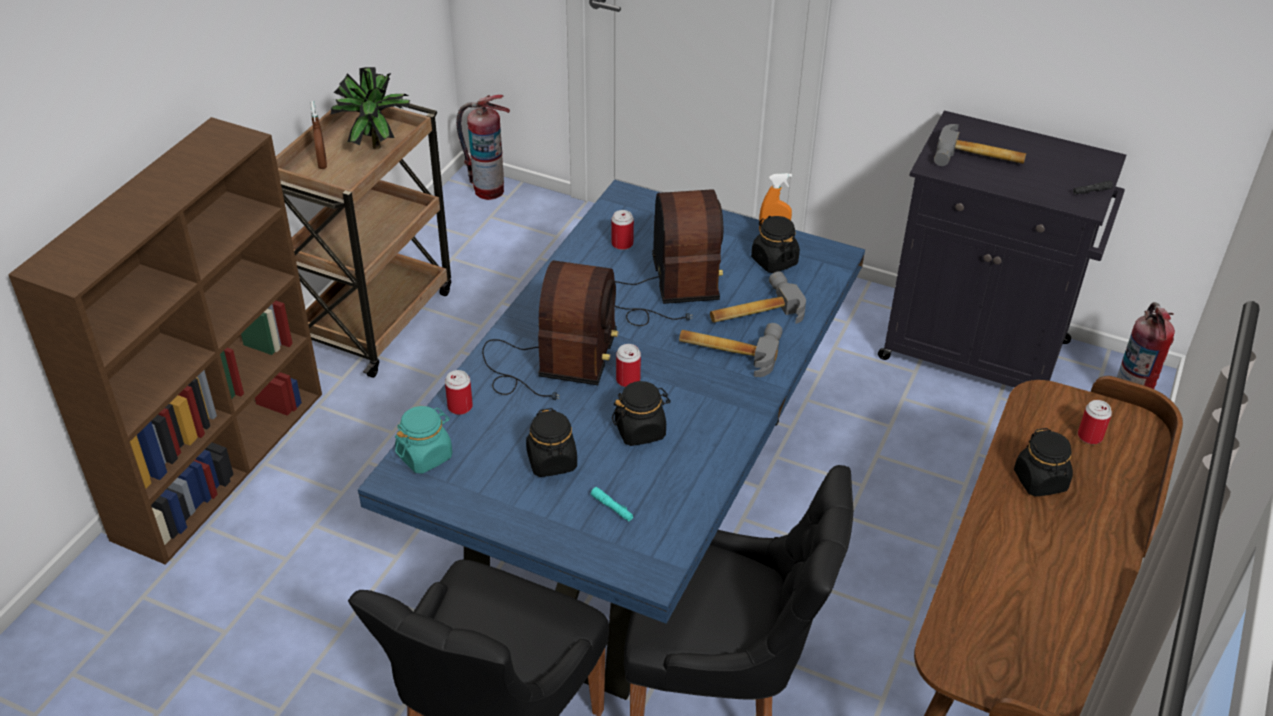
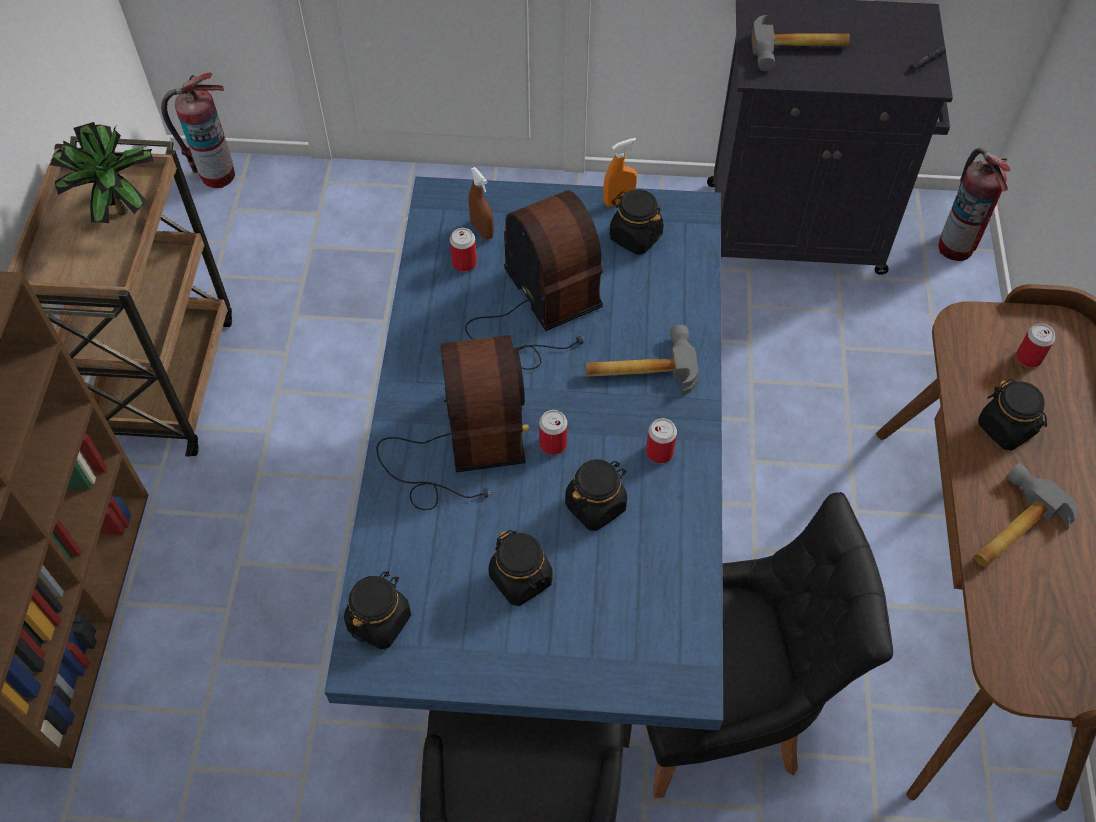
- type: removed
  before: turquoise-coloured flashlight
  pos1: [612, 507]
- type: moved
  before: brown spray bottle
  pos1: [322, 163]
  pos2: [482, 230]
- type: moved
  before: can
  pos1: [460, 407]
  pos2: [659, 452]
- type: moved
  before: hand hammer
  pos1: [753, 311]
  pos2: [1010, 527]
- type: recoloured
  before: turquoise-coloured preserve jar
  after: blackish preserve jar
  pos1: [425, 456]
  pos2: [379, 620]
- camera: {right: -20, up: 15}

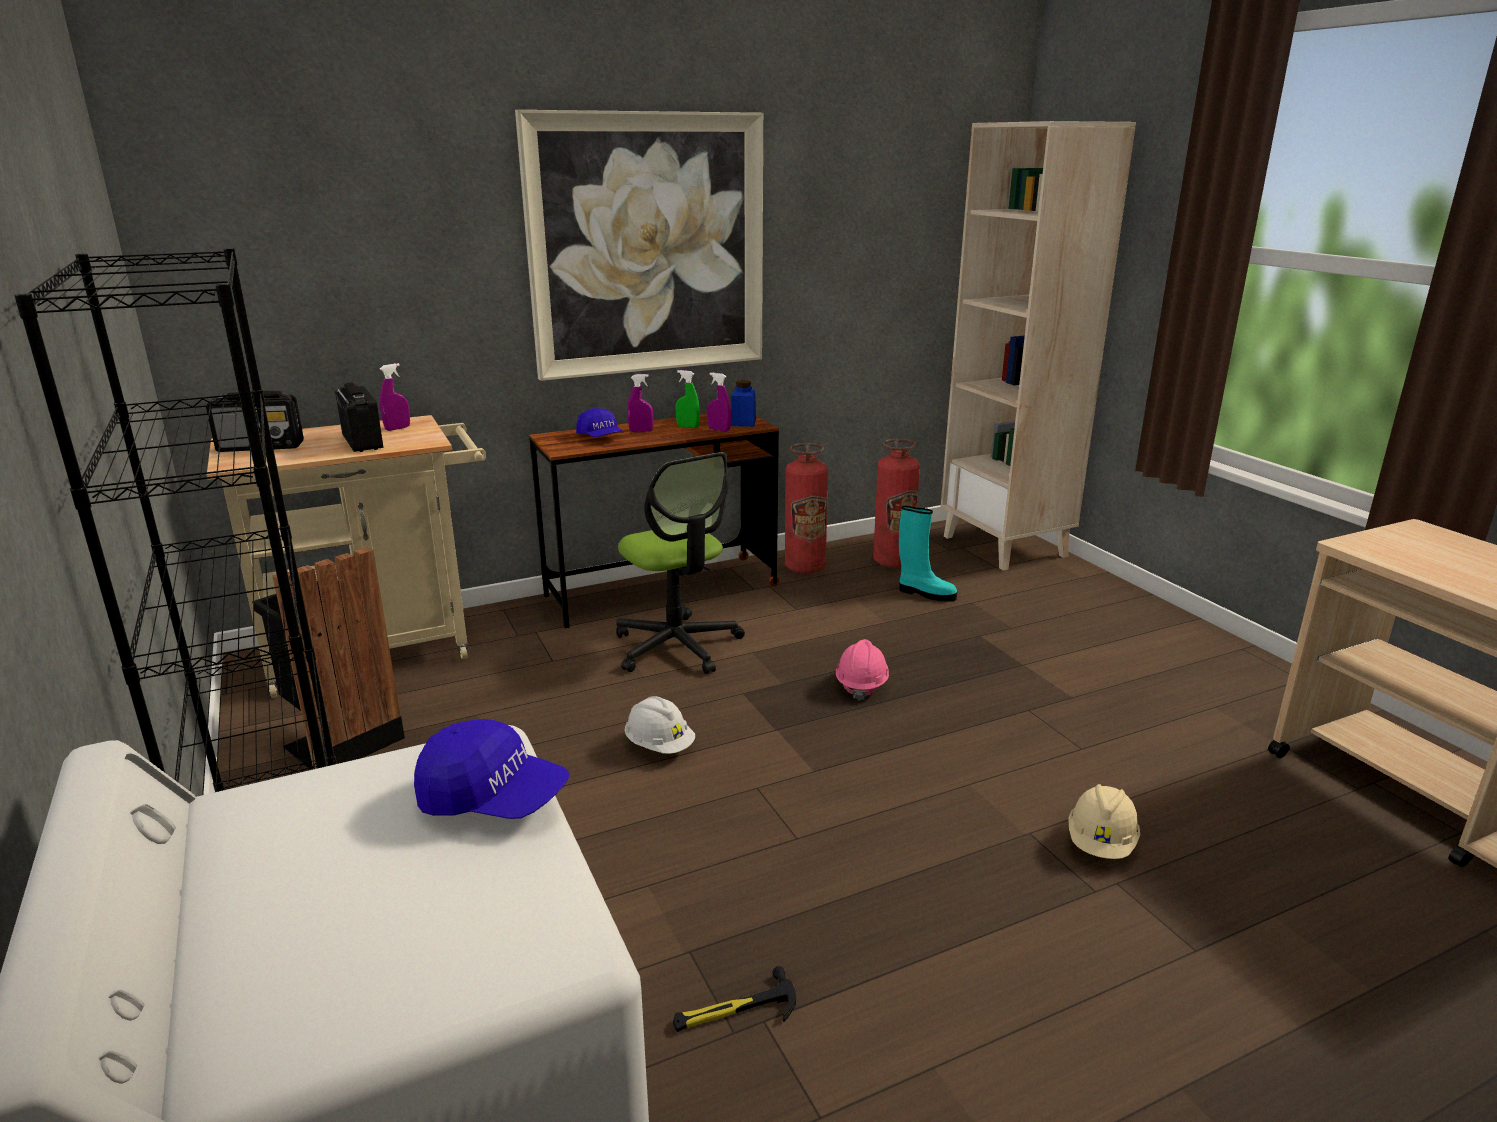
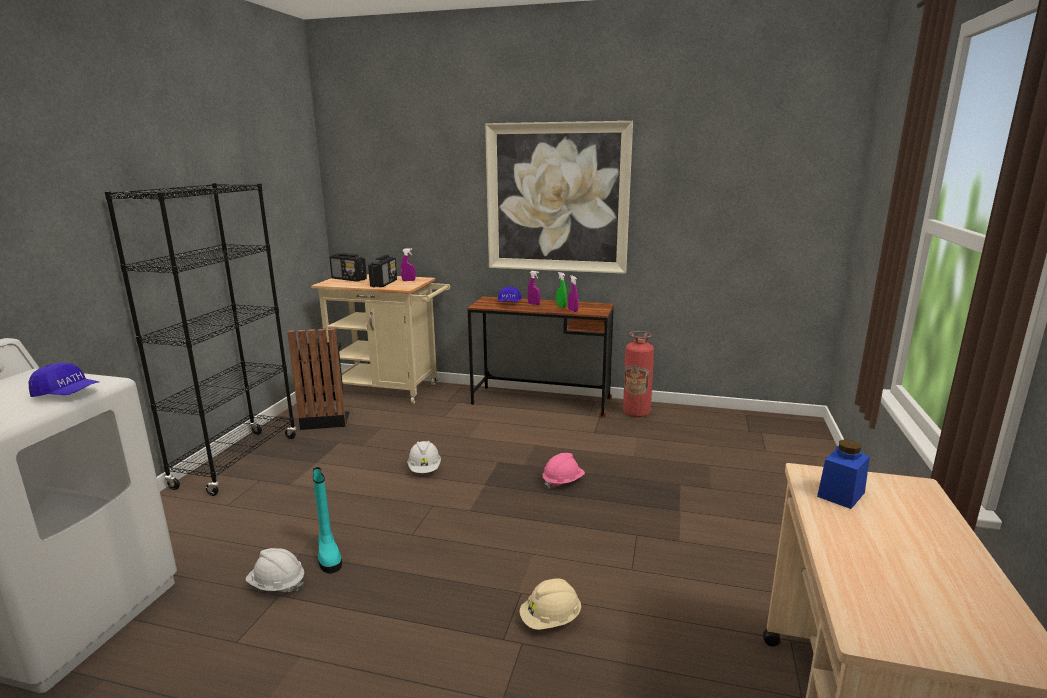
- type: removed
  before: computer chair
  pos1: [677, 646]
- type: removed
  before: extinguisher
  pos1: [893, 561]
- type: removed
  before: beige-coloured shelving unit
  pos1: [1005, 546]
- type: moved
  before: blue-coloured preserve jar
  pos1: [743, 422]
  pos2: [841, 494]
- type: moved
  before: turquoise-coloured boot
  pos1: [925, 593]
  pos2: [328, 555]
- type: replaced
  before: hand hammer
  after: white safety helmet
  pos1: [735, 1011]
  pos2: [277, 585]
- type: turned
  before: blue-coloured baseball cap
  pos1: [493, 799]
  pos2: [67, 394]
  turn: -45
- camera: {right: 40, up: -5}

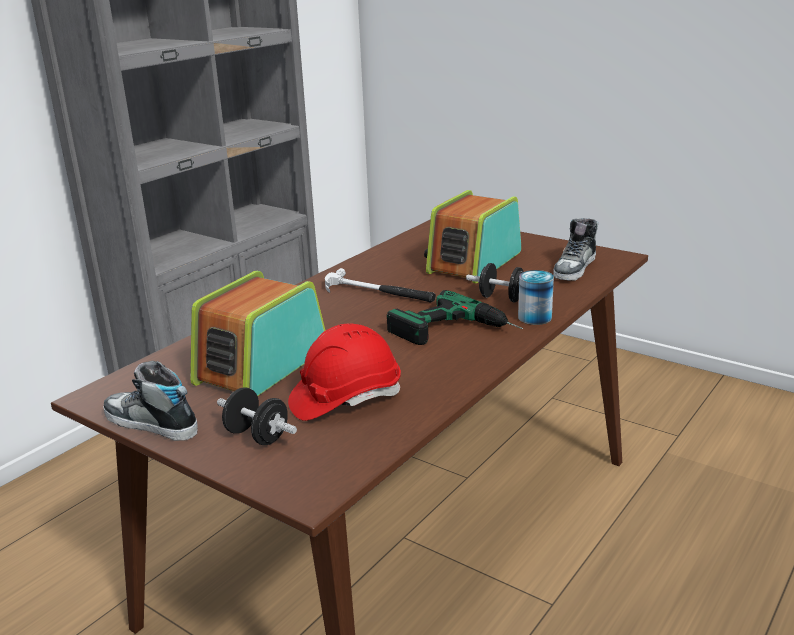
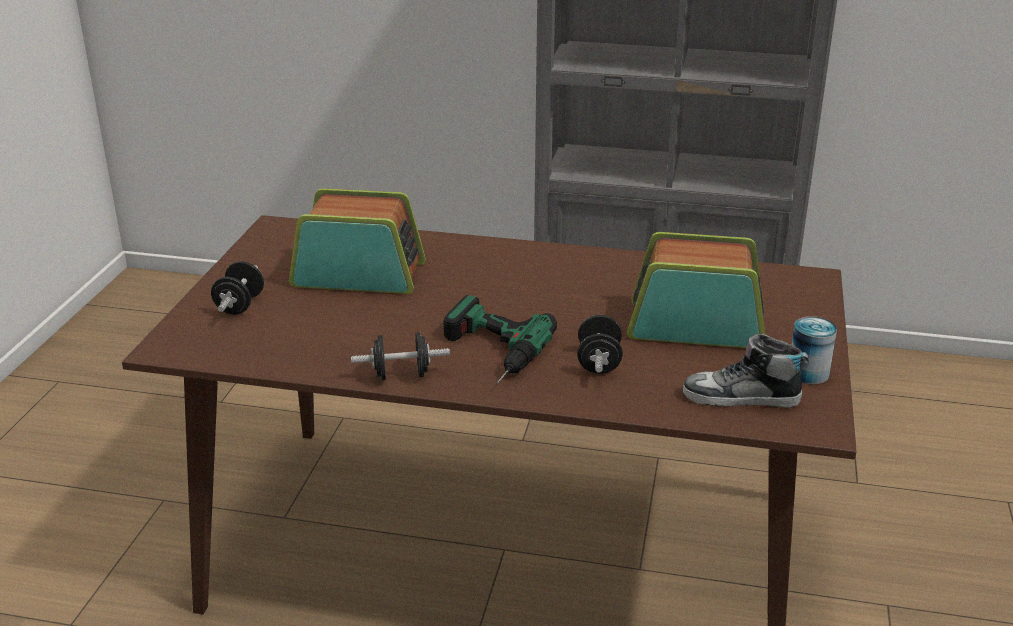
- type: removed
  before: shoe
  pos1: [151, 423]
- type: removed
  before: reddish safety helmet
  pos1: [345, 398]
- type: removed
  before: hand hammer
  pos1: [378, 292]
- type: added
  after: blackish dumbbell
  pos2: [401, 375]
- type: moved
  before: can
  pos1: [534, 317]
  pos2: [808, 373]
- camera: {right: 65, up: 5}

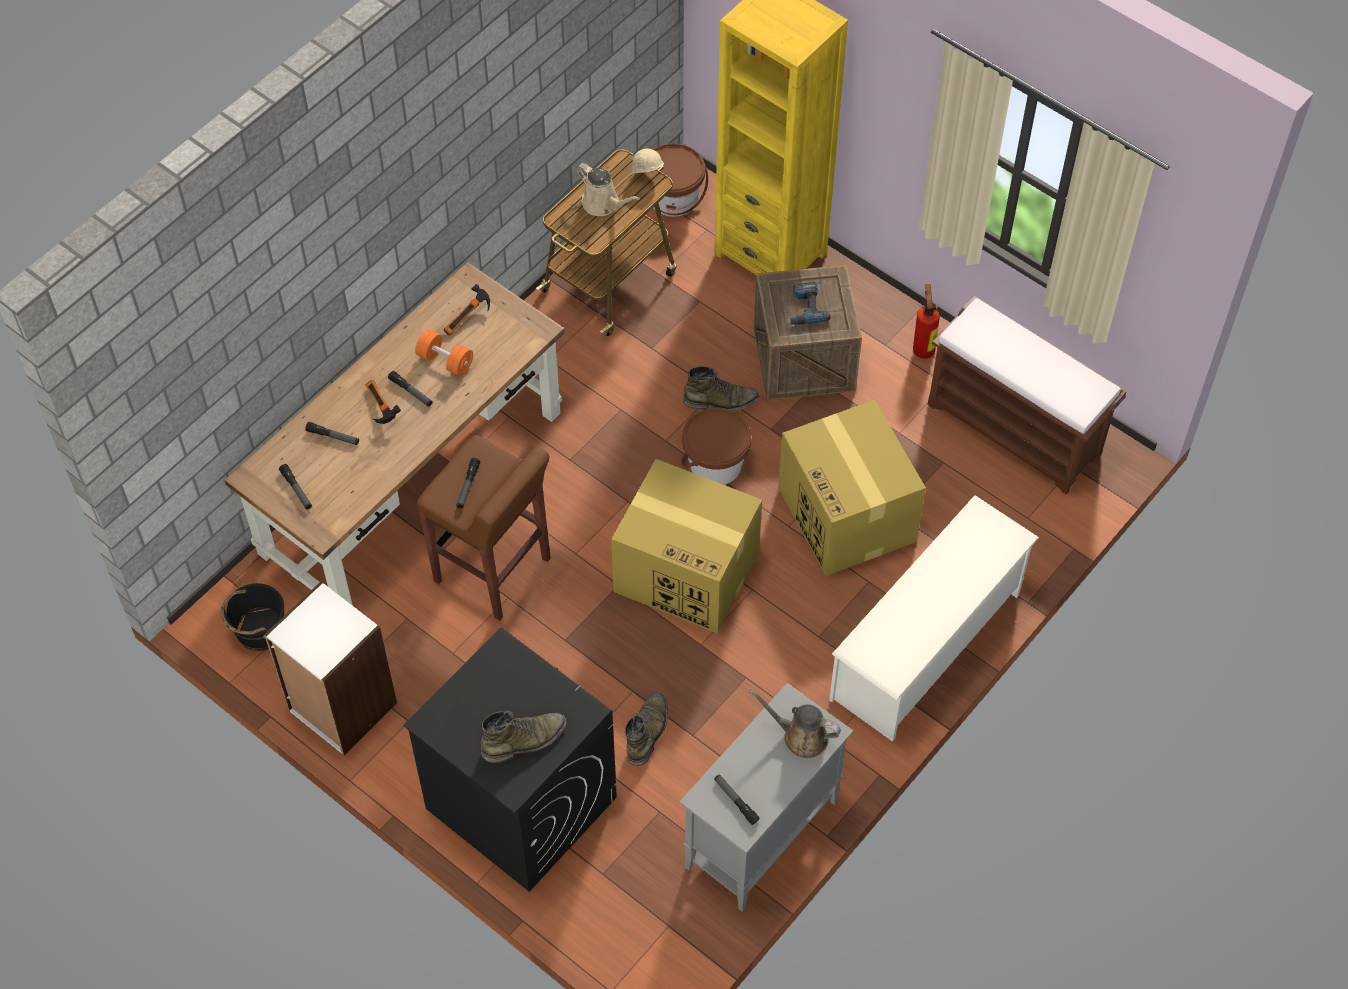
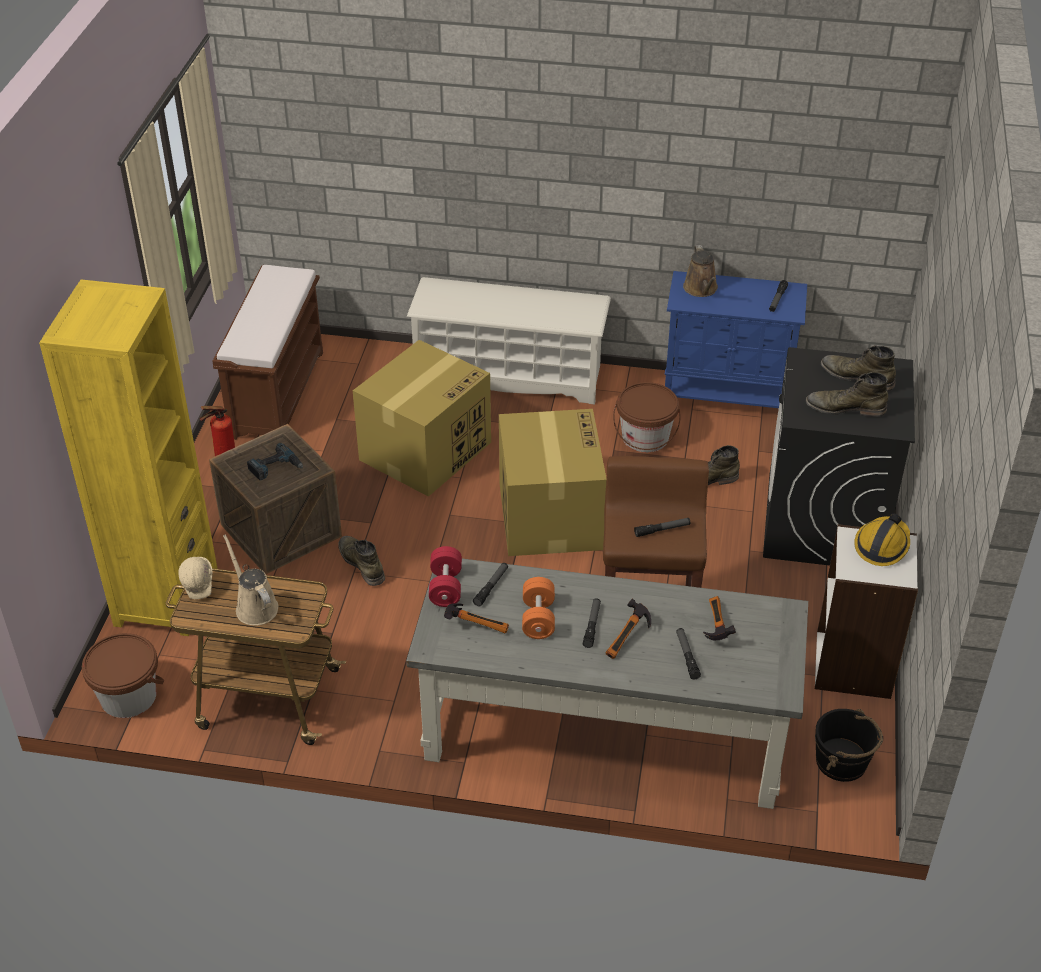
- type: added
  after: reddish dumbbell
  pos2: [445, 587]
- type: added
  after: hand hammer
  pos2: [713, 625]
- type: added
  after: green-coloured boot
  pos2: [845, 408]
- type: added
  after: safety helmet
  pos2: [882, 545]
- type: moved
  before: flashlight
  pos1: [296, 489]
  pos2: [491, 587]
- type: moved
  before: brown bucket
  pos1: [715, 464]
  pos2: [645, 437]
- type: recoloured
  before: brown desk unit
  after: gray desk unit
  pos1: [412, 481]
  pos2: [603, 733]
- type: recoloured
  before: gray storage cabinet
  after: blue-coloured storage cabinet
  pos1: [760, 836]
  pos2: [727, 398]
- type: turned
  before: beige-coloured watering pot
  pos1: [603, 204]
  pos2: [254, 606]
  turn: -45
- camera: {right: -120, up: -15}

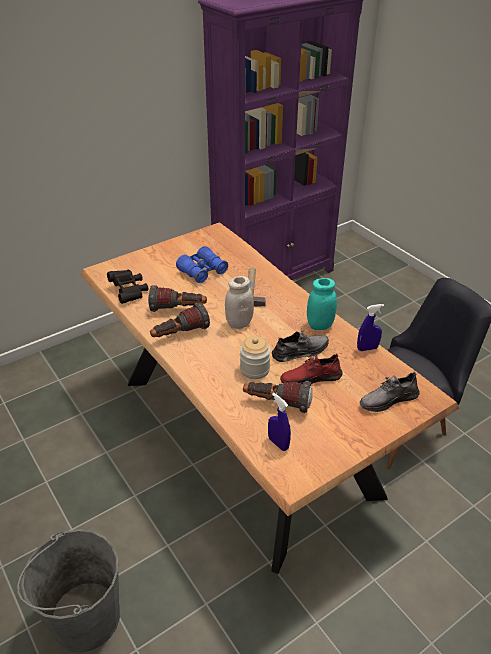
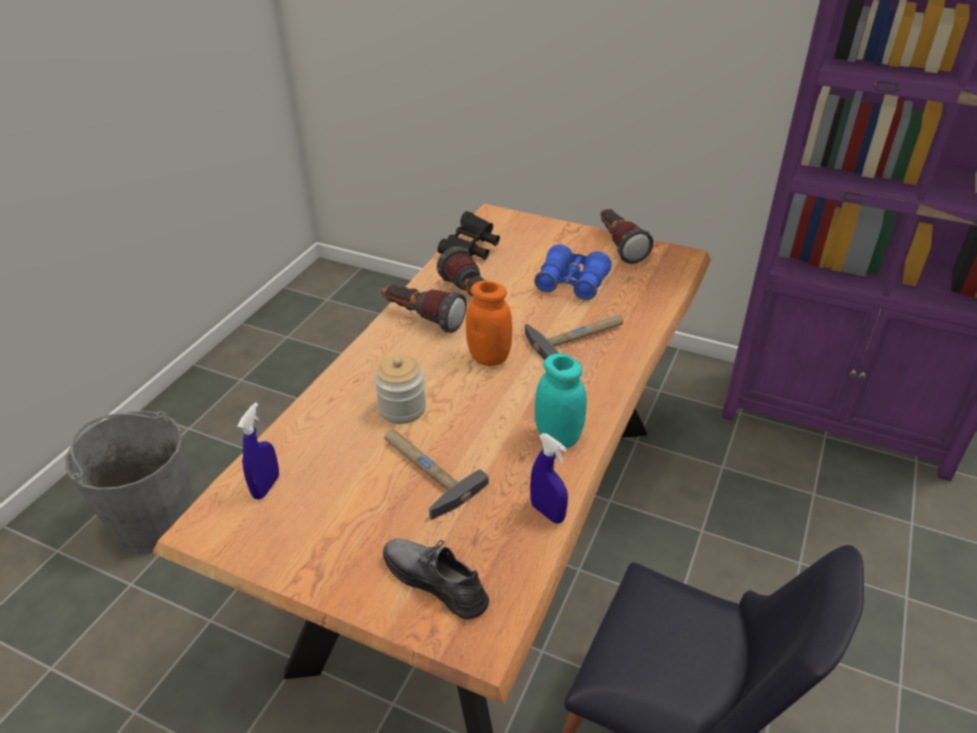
- type: removed
  before: gray shoe
  pos1: [300, 351]
- type: moved
  before: flashlight
  pos1: [276, 403]
  pos2: [619, 246]
- type: replaced
  before: reddish shoe
  after: hand hammer
  pos1: [310, 378]
  pos2: [424, 471]
- type: recoloured
  before: white preserve jar
  after: orange preserve jar
  pos1: [239, 323]
  pos2: [489, 357]
- camera: {right: 60, up: 0}

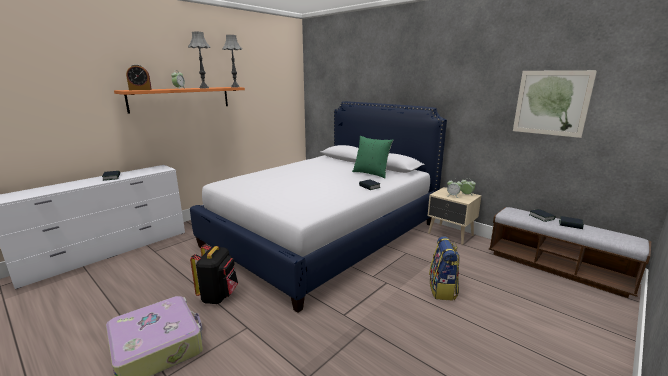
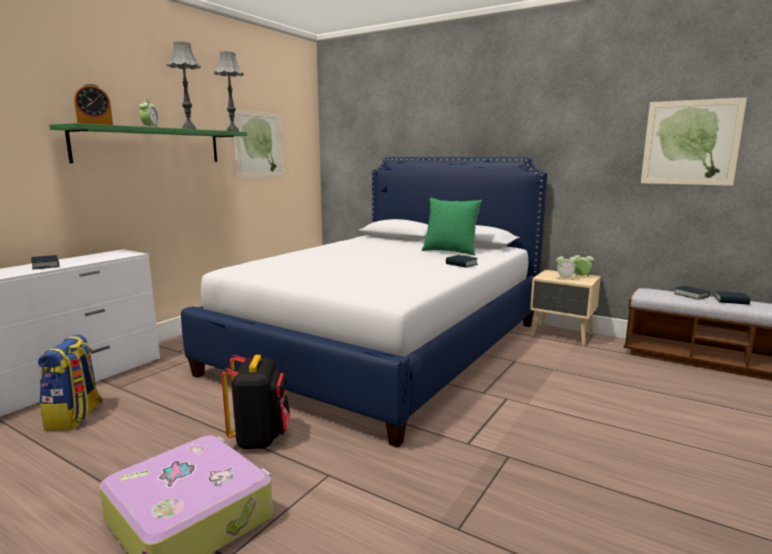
- type: added
  after: wall art
  pos2: [259, 144]
- type: moved
  before: rucksack
  pos1: [443, 290]
  pos2: [75, 417]
- type: recoloured
  before: orange shelf
  after: green-coloured shelf
  pos1: [181, 99]
  pos2: [150, 145]
- camera: {right: -10, up: -5}

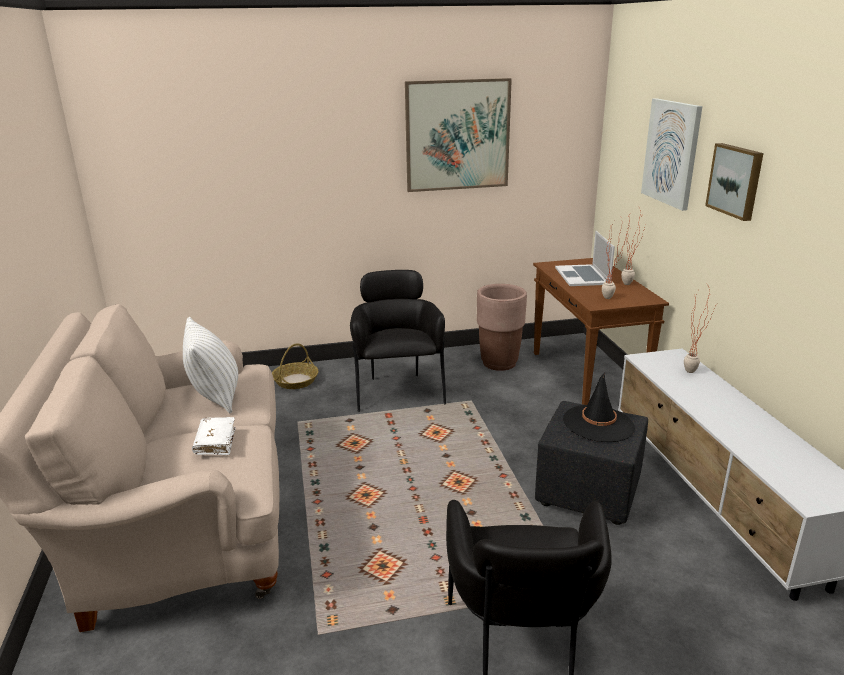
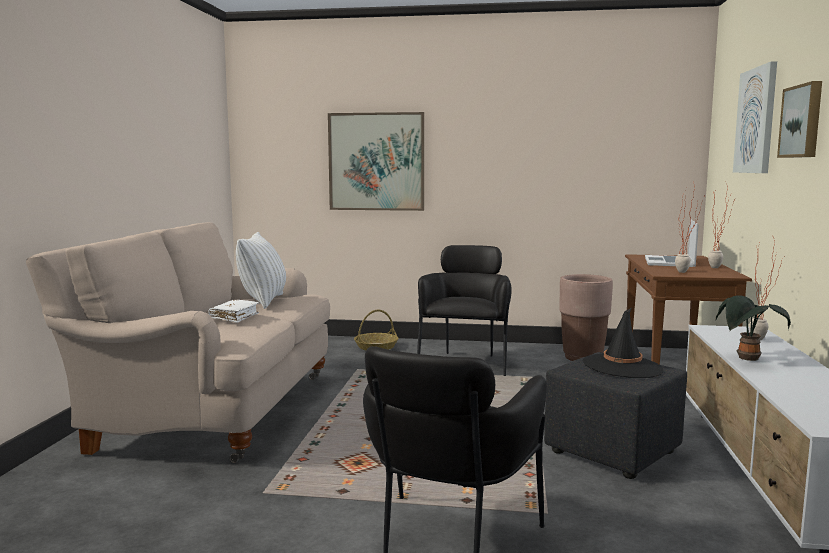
- type: added
  after: plant in a pot
  pos2: [747, 359]
- type: moved
  before: wall art
  pos1: [457, 135]
  pos2: [376, 162]
- camera: {right: 20, up: -15}

